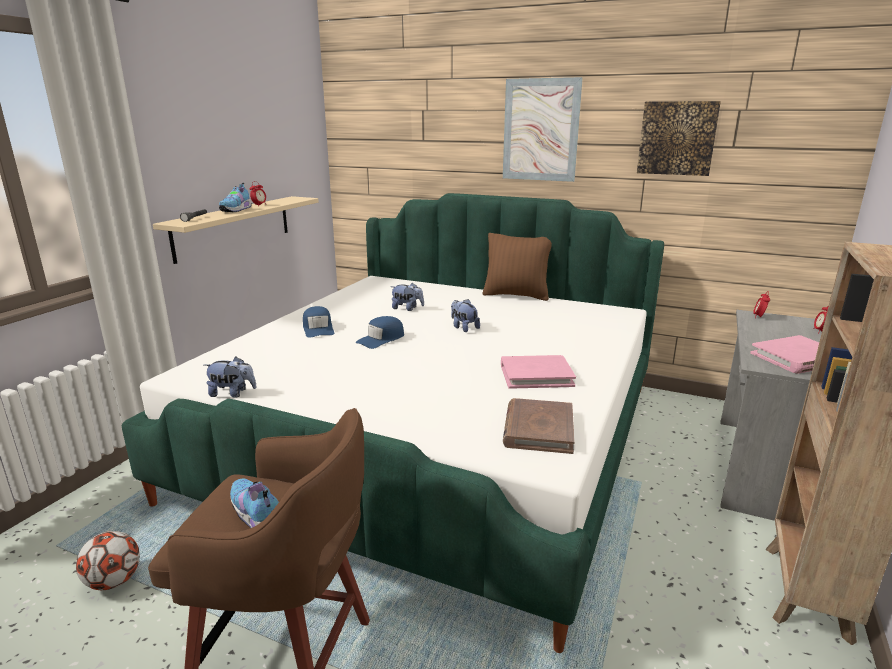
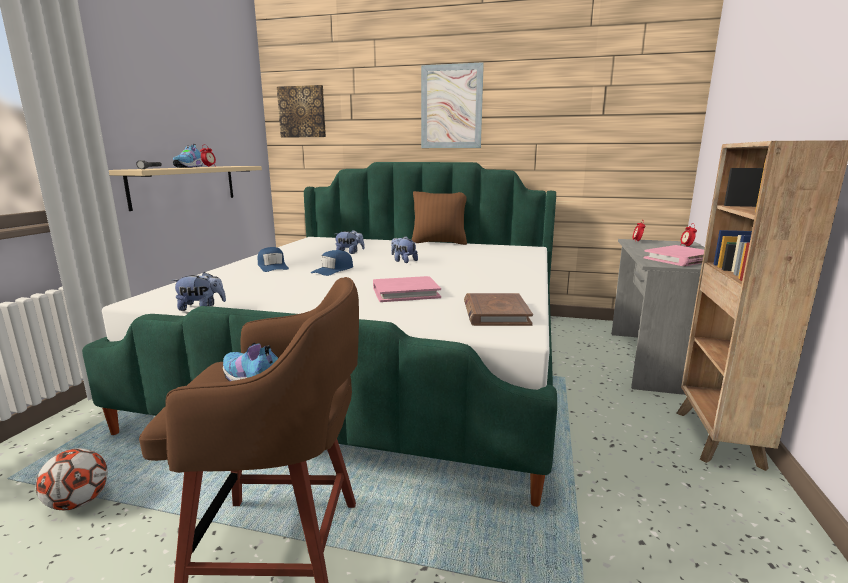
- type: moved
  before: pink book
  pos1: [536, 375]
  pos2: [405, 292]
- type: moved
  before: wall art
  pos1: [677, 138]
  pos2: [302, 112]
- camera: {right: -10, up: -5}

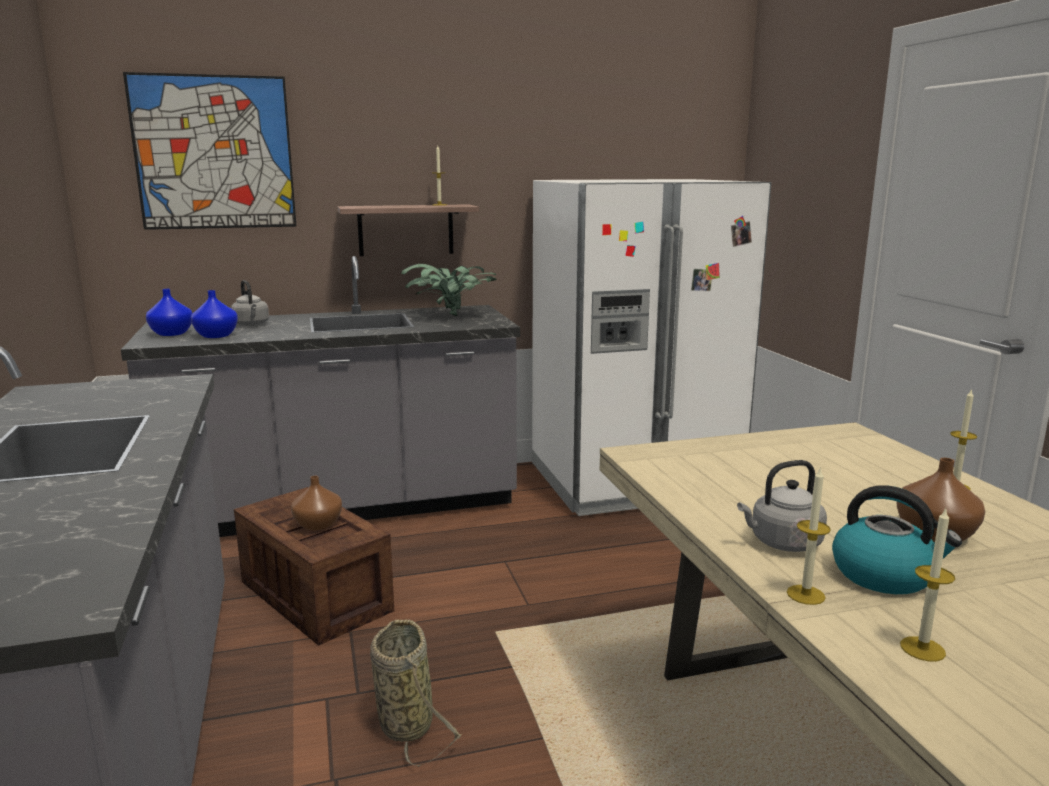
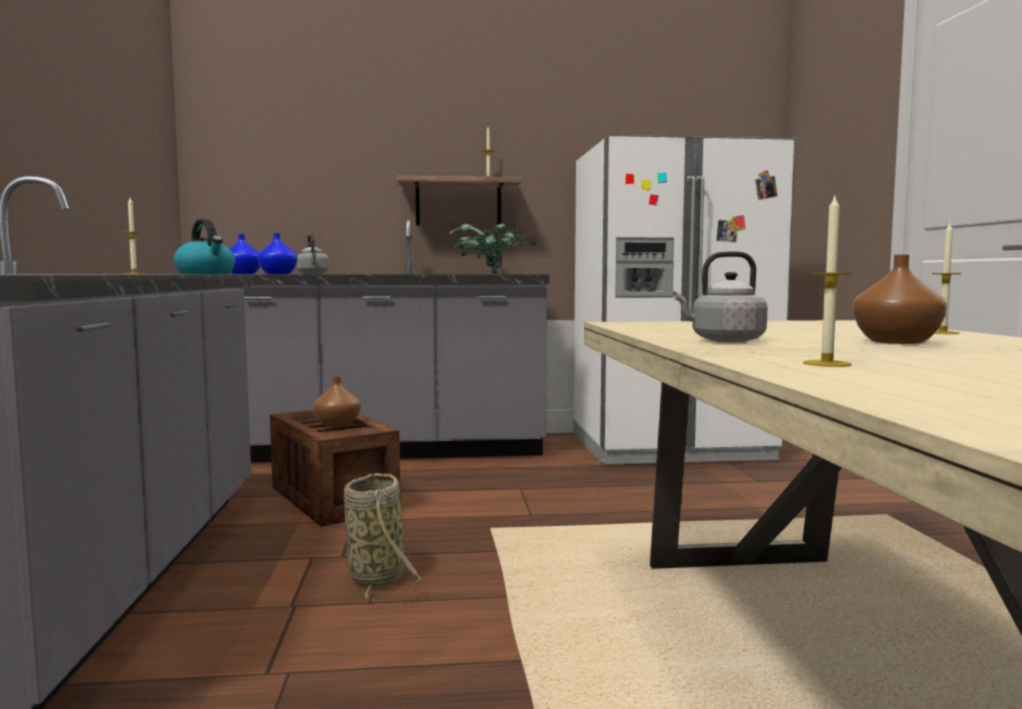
- type: removed
  before: wall art
  pos1: [214, 153]
- type: moved
  before: wax light
  pos1: [805, 595]
  pos2: [134, 273]
- type: moved
  before: tea kettle
  pos1: [884, 575]
  pos2: [206, 273]
- camera: {right: 10, up: -10}

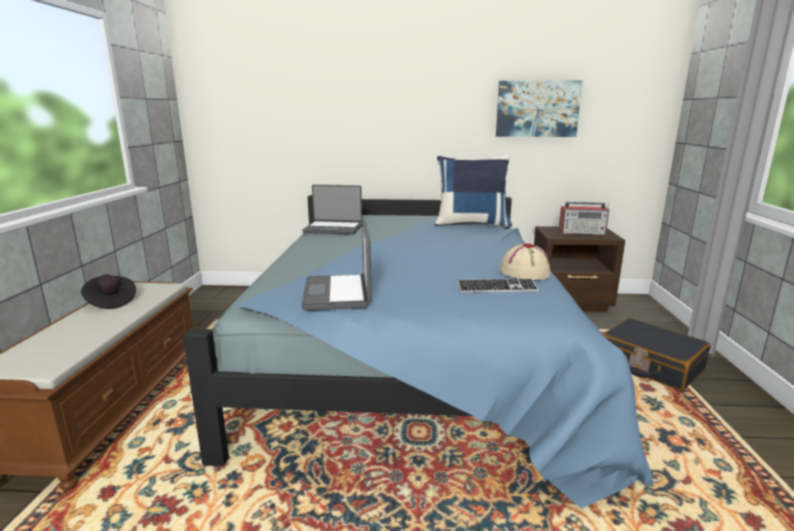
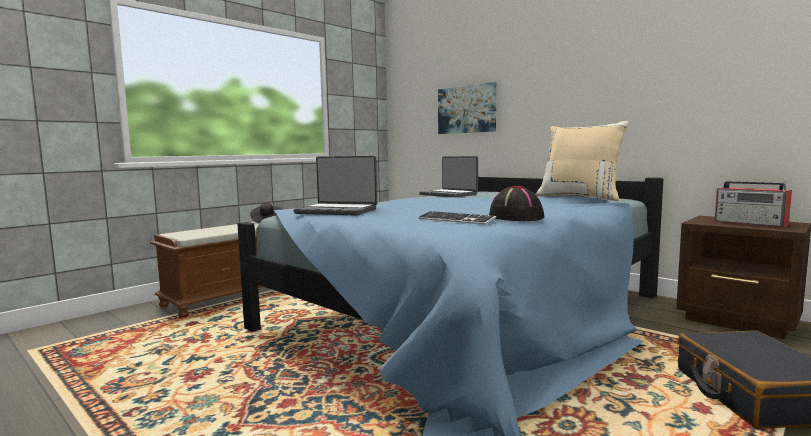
- type: moved
  before: wall art
  pos1: [537, 109]
  pos2: [467, 109]
- type: recoloured
  before: blue-coloured pillow
  after: beige-coloured pillow
  pos1: [472, 224]
  pos2: [580, 197]
- type: recoloured
  before: beige-coloured wearable hat
  after: blackish wearable hat
  pos1: [524, 272]
  pos2: [515, 217]
- type: turned
  before: portable computer
  pos1: [339, 293]
  pos2: [337, 211]
  turn: -105
- camera: {right: 40, up: -10}

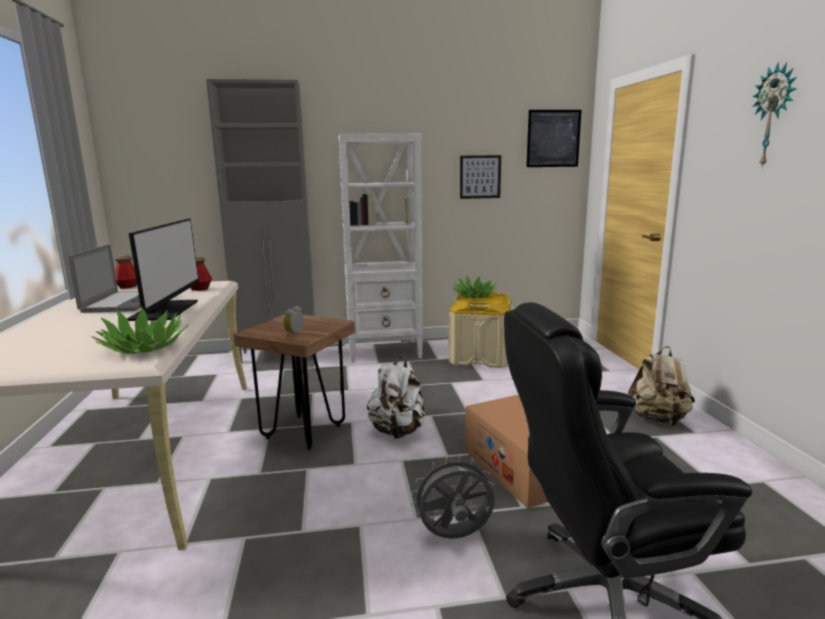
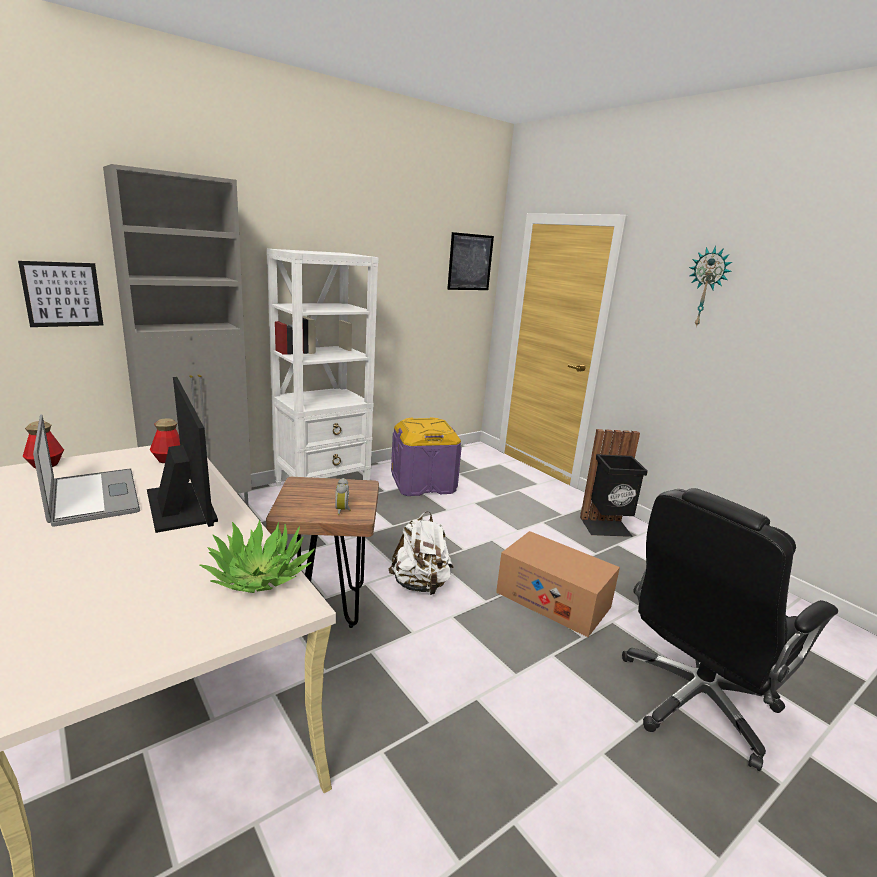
- type: removed
  before: gray fan
  pos1: [454, 537]
- type: removed
  before: plant in a pot
  pos1: [474, 296]
- type: moved
  before: wall art
  pos1: [480, 177]
  pos2: [62, 294]
- type: replaced
  before: beige-coloured rucksack
  after: blackish waste bin
  pos1: [658, 419]
  pos2: [606, 527]
- type: recoloured
  before: beige-coloured storage container
  after: purplish storage container
  pos1: [480, 357]
  pos2: [423, 483]
- camera: {right: -30, up: 5}

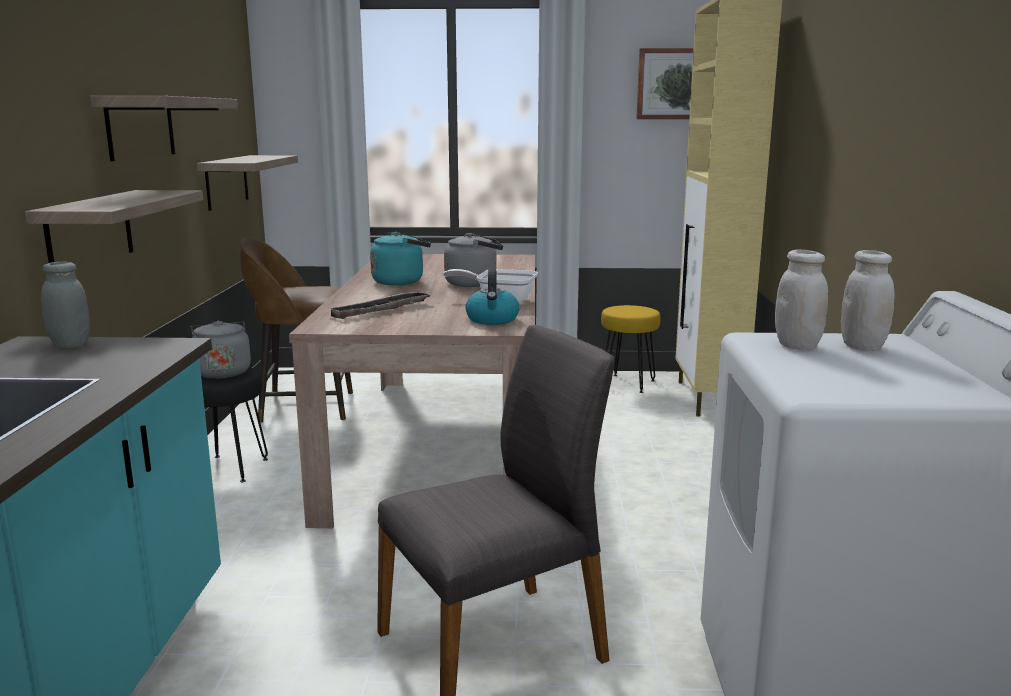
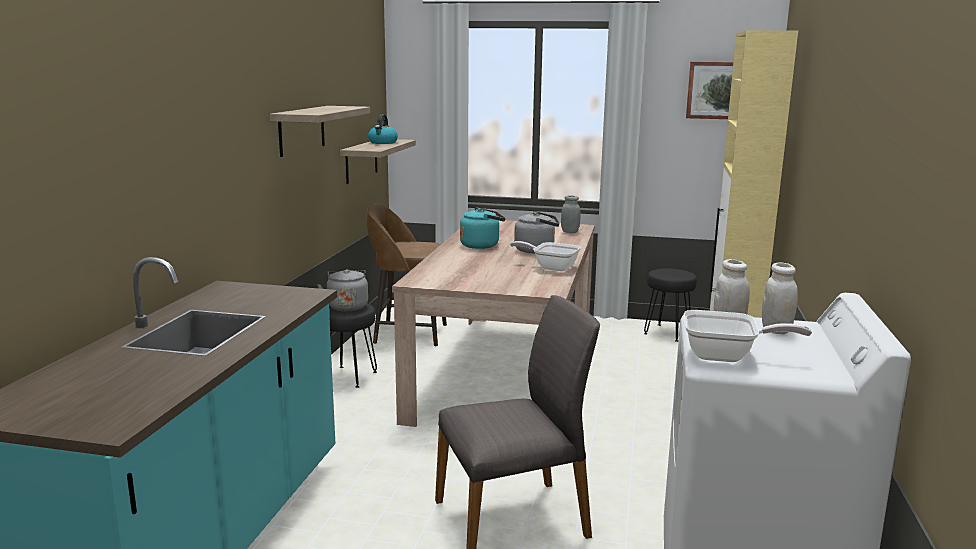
- type: removed
  before: shelf
  pos1: [90, 232]
- type: removed
  before: carrying tray
  pos1: [381, 310]
- type: added
  after: frying pan
  pos2: [726, 356]
- type: moved
  before: gray preserve jar
  pos1: [70, 345]
  pos2: [570, 232]
- type: moved
  before: tea kettle
  pos1: [492, 320]
  pos2: [383, 142]
- type: recoloured
  before: yellowish sitting stool
  after: blackish sitting stool
  pos1: [627, 383]
  pos2: [667, 332]
- camera: {right: 10, up: 0}

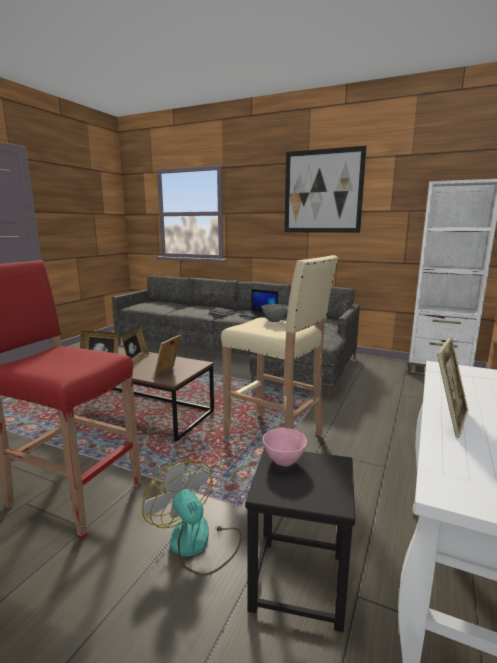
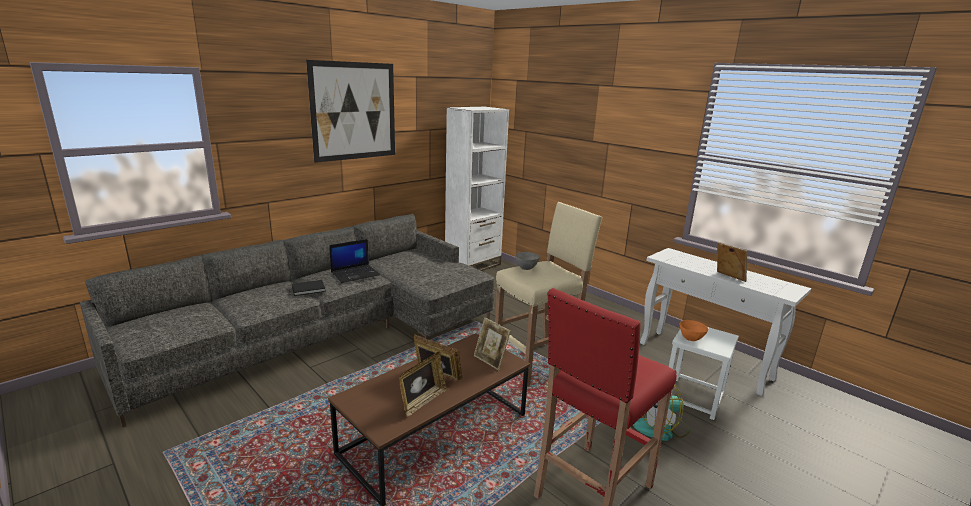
- type: recoloured
  before: blackish sitting stool
  after: white sitting stool
  pos1: [298, 582]
  pos2: [693, 398]
- type: recoloured
  before: pink deep dish
  after: orange deep dish
  pos1: [284, 462]
  pos2: [691, 339]
- camera: {right: -70, up: 5}

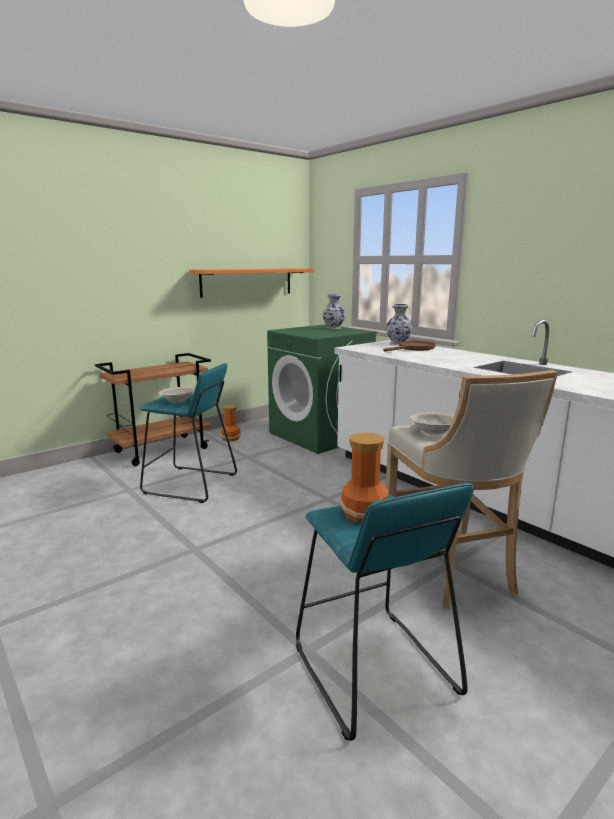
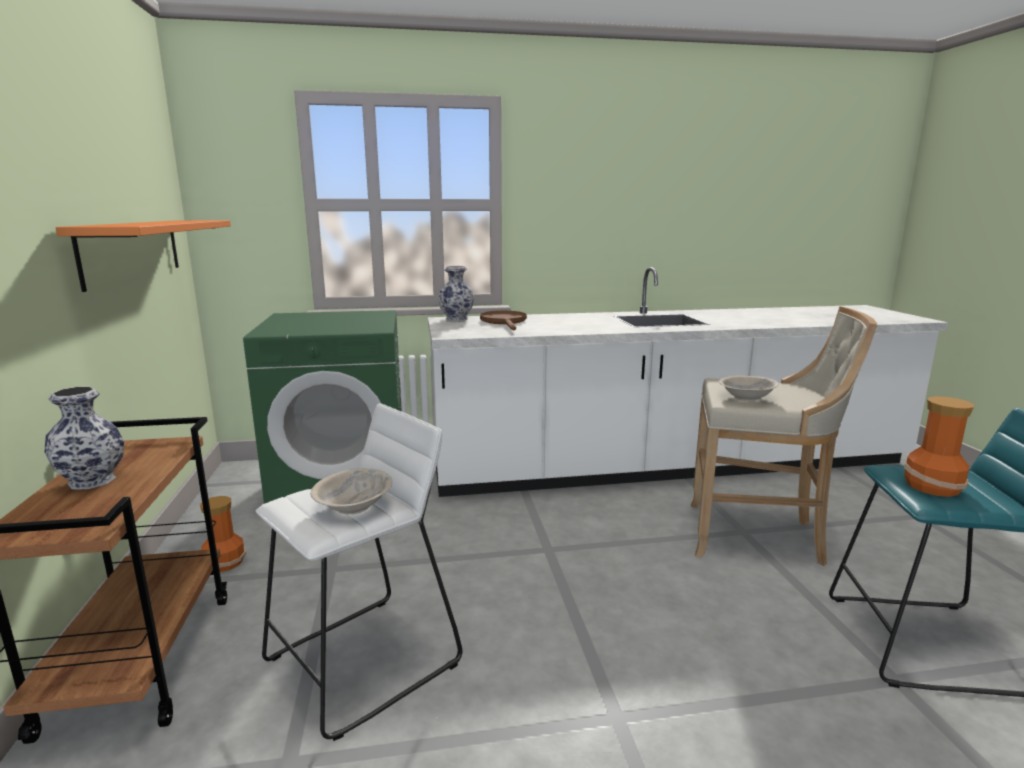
- type: moved
  before: decorative vase
  pos1: [333, 328]
  pos2: [91, 480]
- type: recoloured
  before: turquoise-coloured sitting stool
  after: white sitting stool
  pos1: [190, 484]
  pos2: [364, 662]
- camera: {right: -60, up: 0}

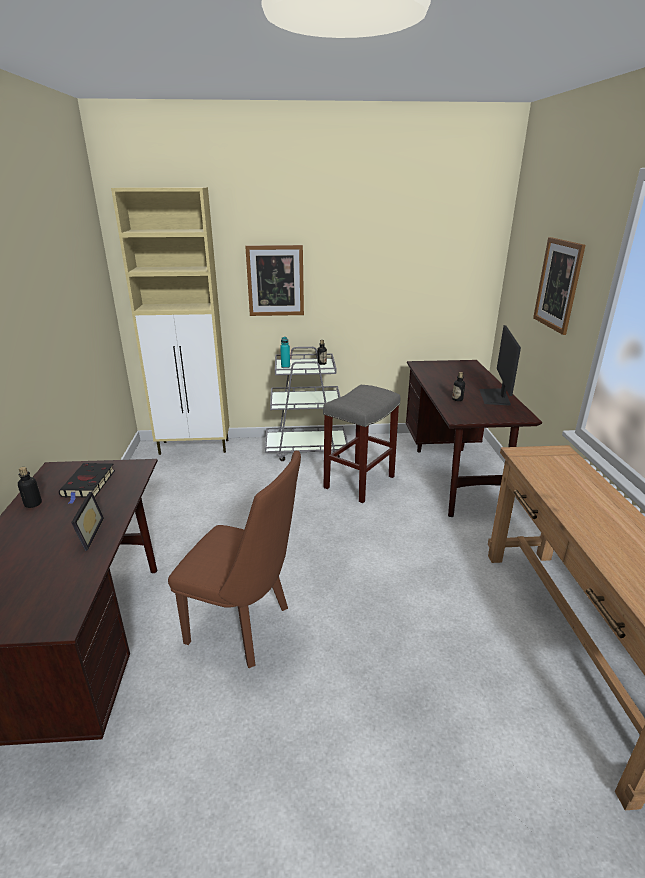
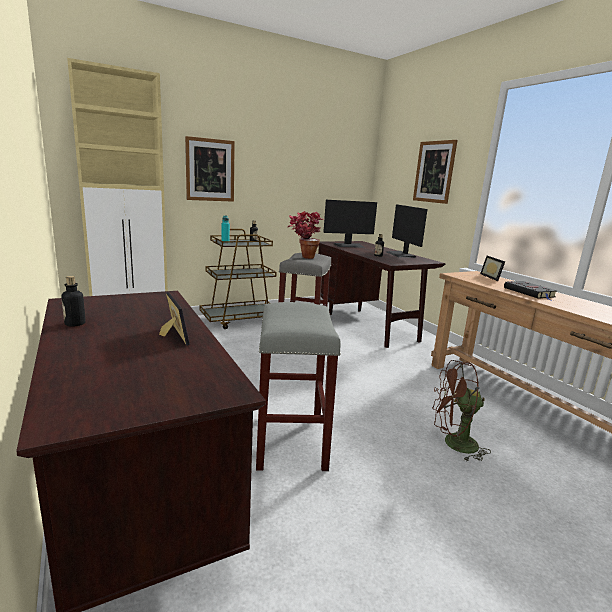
- type: added
  after: plant in a pot
  pos2: [303, 257]
- type: added
  after: computer screen
  pos2: [349, 245]
- type: added
  after: brown fan
  pos2: [453, 444]
- type: added
  after: picture frame
  pos2: [493, 277]
- type: moved
  before: blackish book
  pos1: [88, 484]
  pos2: [530, 293]
- type: replaced
  before: brown upright chair
  after: gray sitting stool
  pos1: [246, 627]
  pos2: [291, 442]
- type: recoloured
  before: gray wheeled cart
  after: brown wheeled cart
  pos1: [306, 449]
  pos2: [240, 320]
- camera: {right: -25, up: -10}

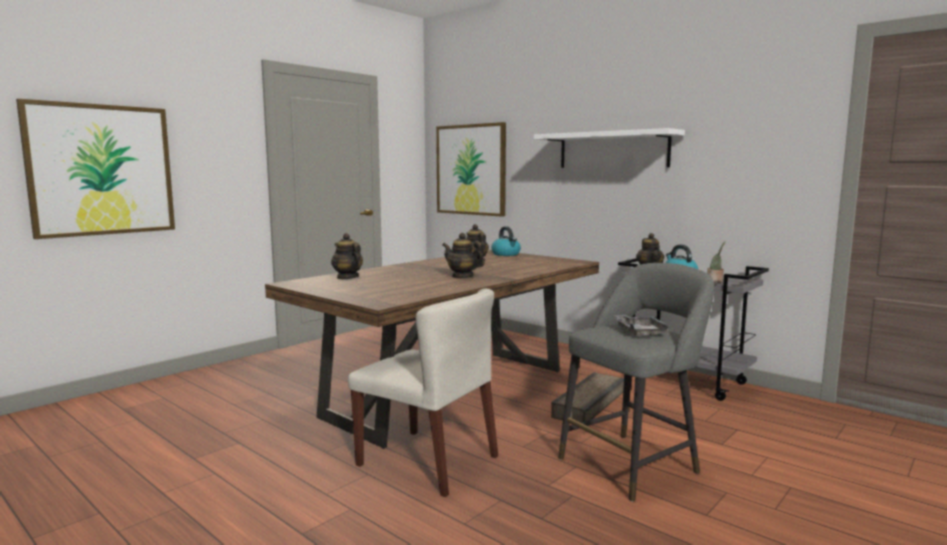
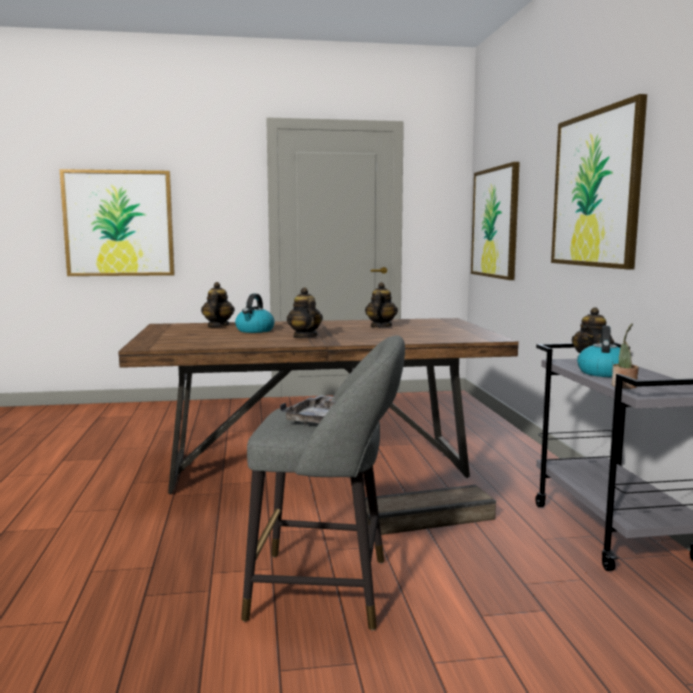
- type: removed
  before: beige-coloured upright chair
  pos1: [429, 461]
- type: moved
  before: tea kettle
  pos1: [506, 254]
  pos2: [255, 330]
- type: replaced
  before: white shelf
  after: wall art
  pos1: [613, 150]
  pos2: [596, 189]
- camera: {right: 40, up: 0}

